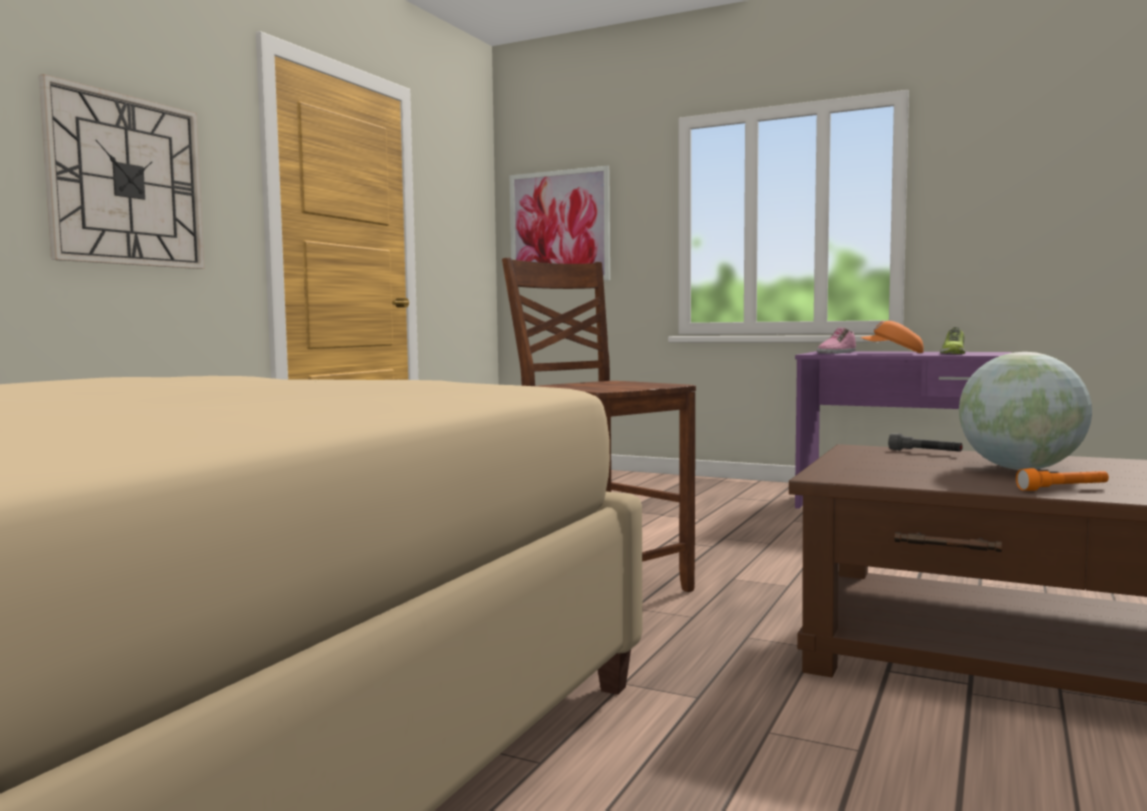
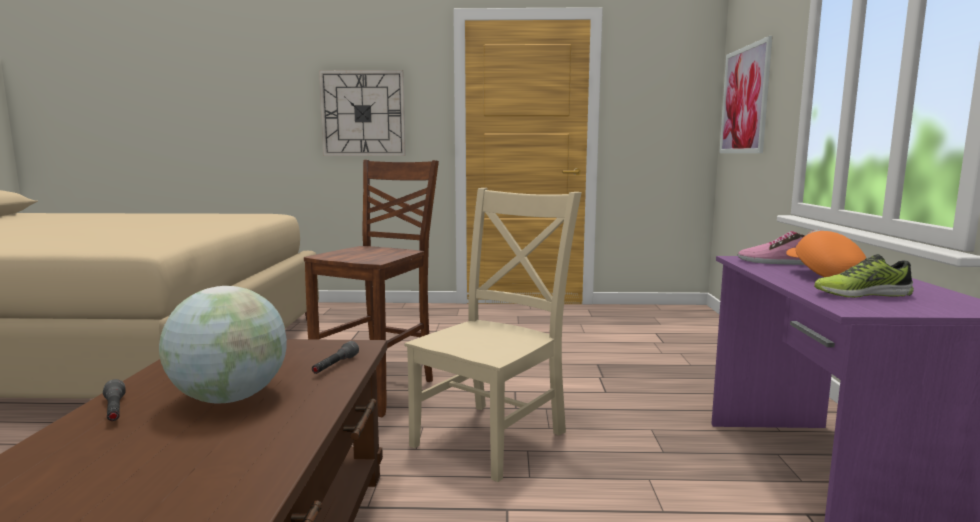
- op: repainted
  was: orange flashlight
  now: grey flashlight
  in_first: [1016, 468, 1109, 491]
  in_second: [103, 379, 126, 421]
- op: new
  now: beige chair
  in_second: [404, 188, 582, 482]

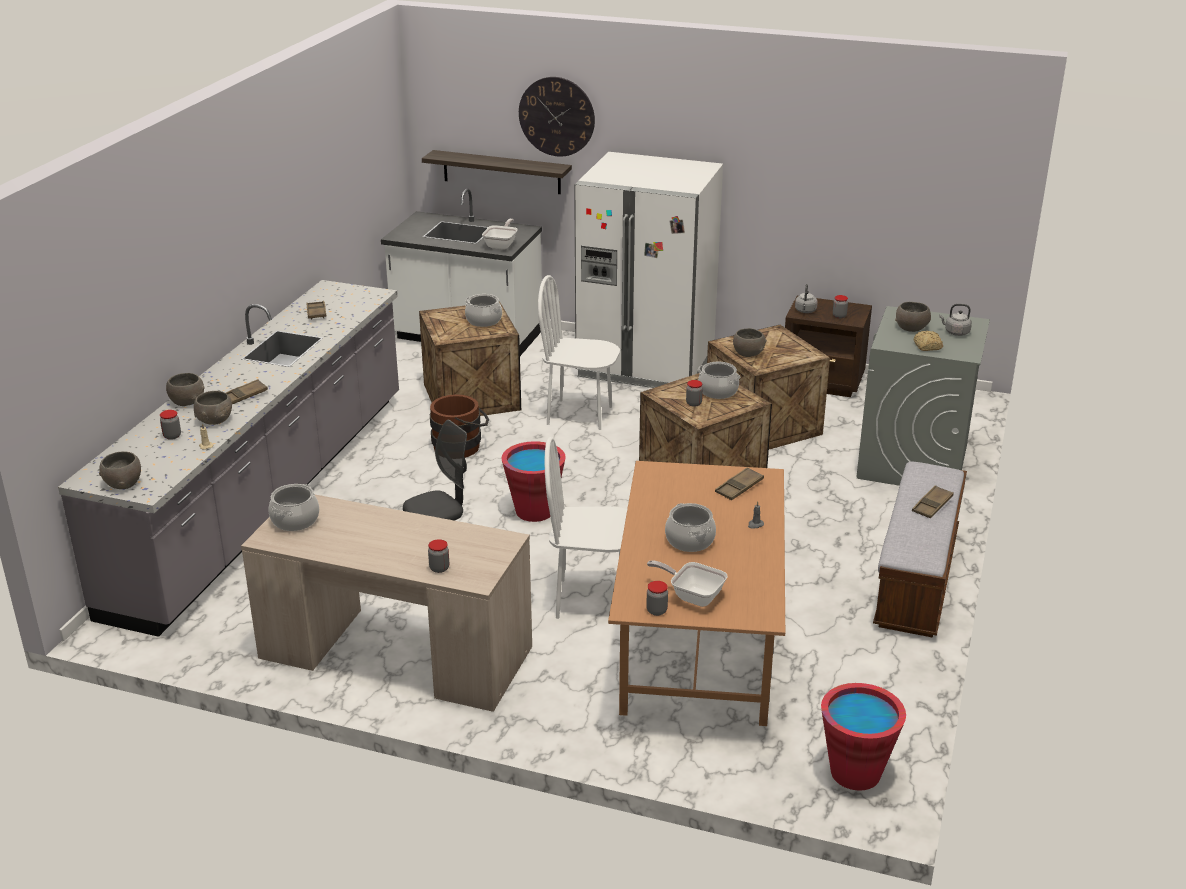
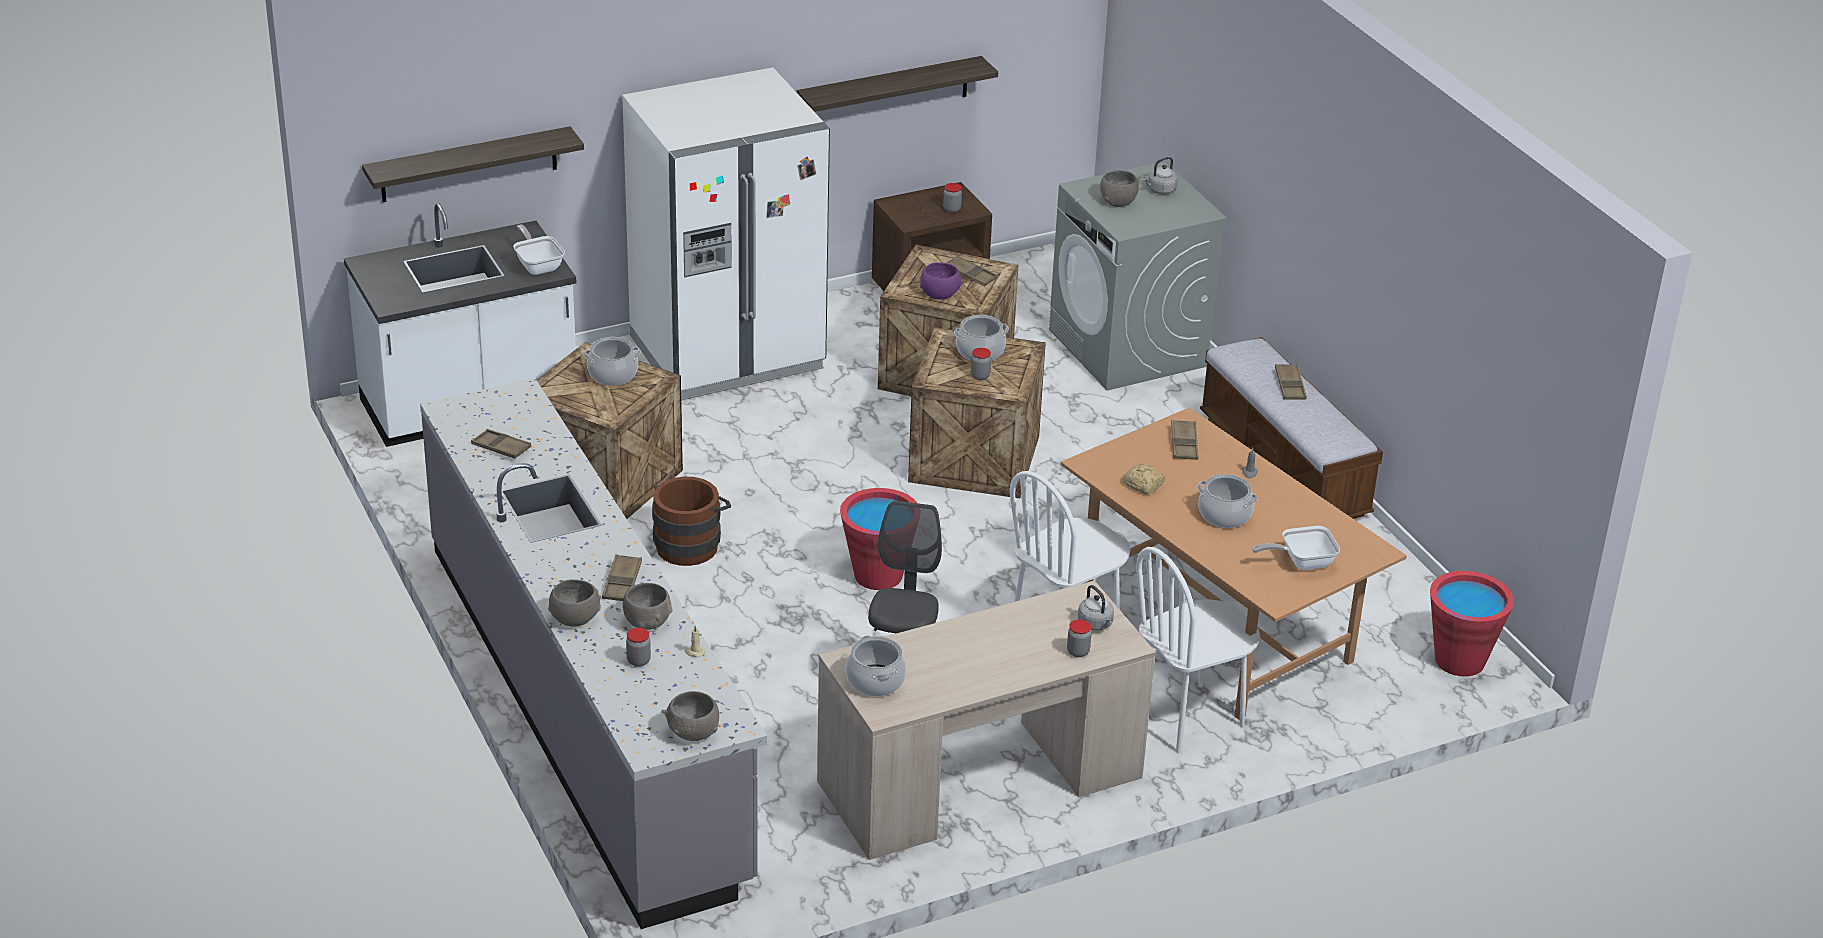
- op: gone
  was: wall clock
  in_first: [519, 77, 595, 157]
- op: shifted
  was: white chair
  in_first: [538, 275, 620, 430]
  in_second: [1136, 547, 1261, 754]
- op: shifted
  was: grey kettle
  in_first: [795, 284, 818, 313]
  in_second: [1078, 585, 1114, 631]
- op: repainted
  was: grey bowl
  now: purple bowl
  in_first: [733, 328, 767, 357]
  in_second: [920, 263, 962, 299]
- op: shifted
  was: bread
  in_first: [913, 331, 943, 351]
  in_second: [1124, 464, 1165, 494]
- op: gone
  was: jar
  in_first: [646, 581, 668, 616]
- op: new
  now: shelf
  in_second: [797, 56, 998, 112]
- op: new
  now: brown tray
  in_second: [946, 255, 997, 287]

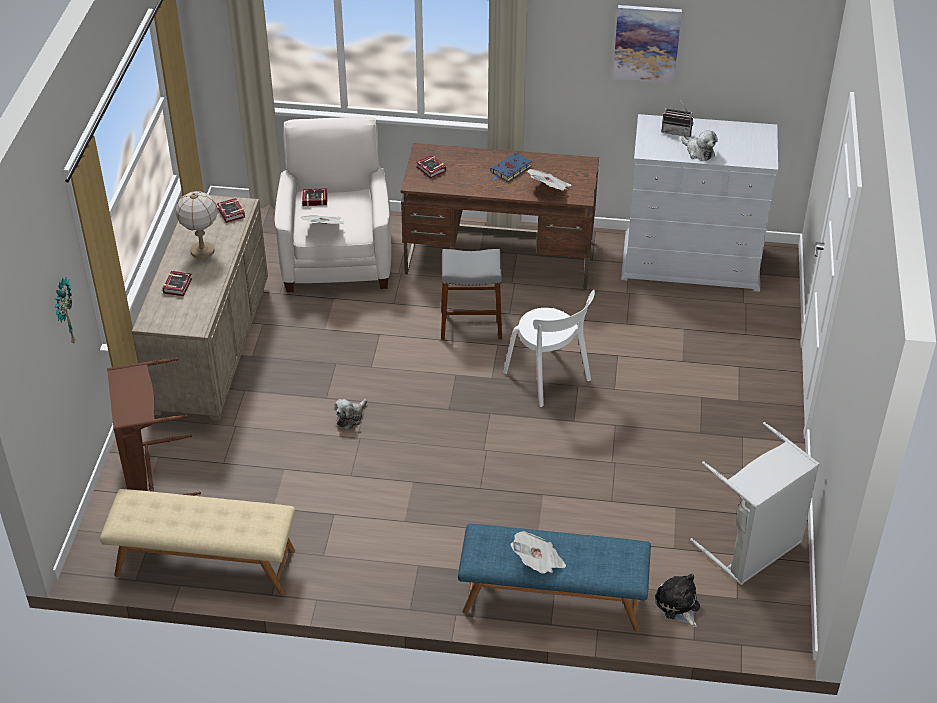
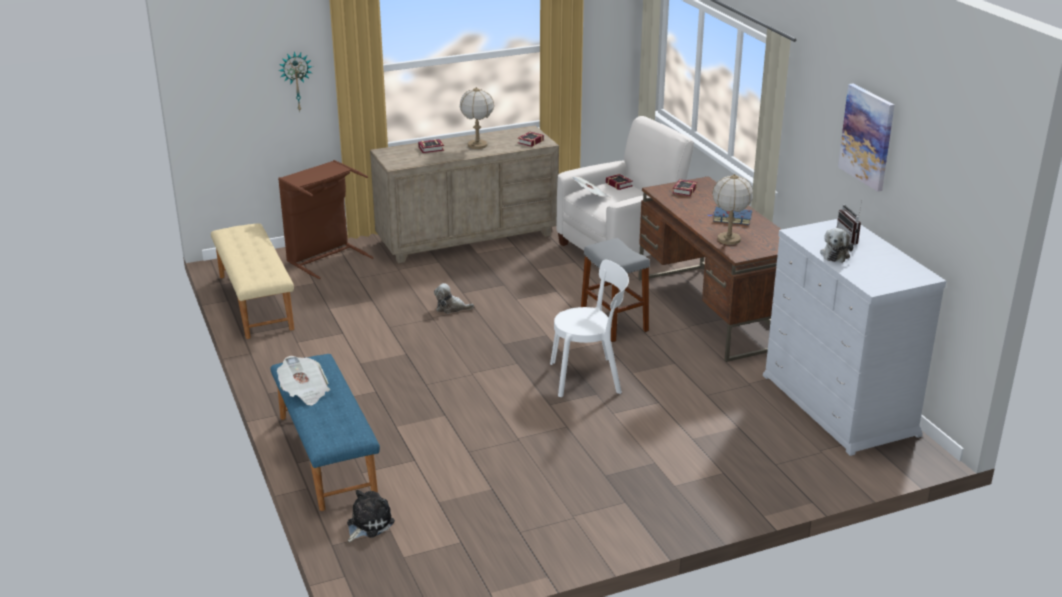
- op: swapped
  was: newspaper
  now: table lamp
  in_first: [527, 169, 571, 191]
  in_second: [712, 174, 753, 245]
- op: rotated
  was: white chair
  in_first: [503, 289, 595, 407]
  in_second: [550, 260, 629, 397]
  clockwise: -120
- op: gone
  was: grey laundry basket
  in_first: [690, 422, 820, 585]

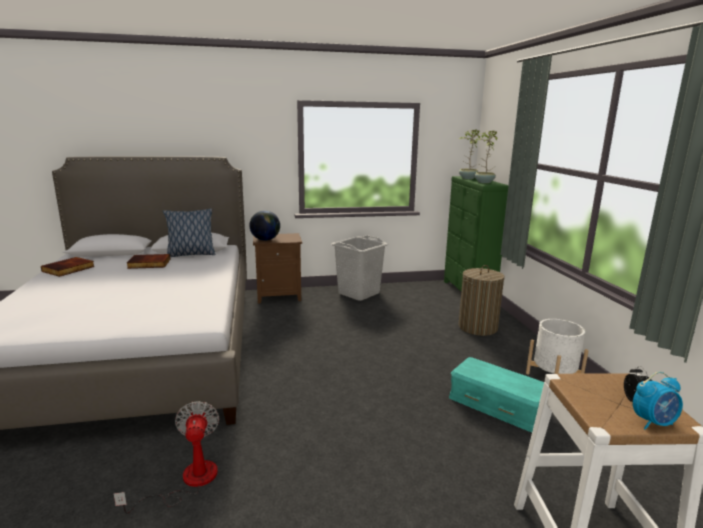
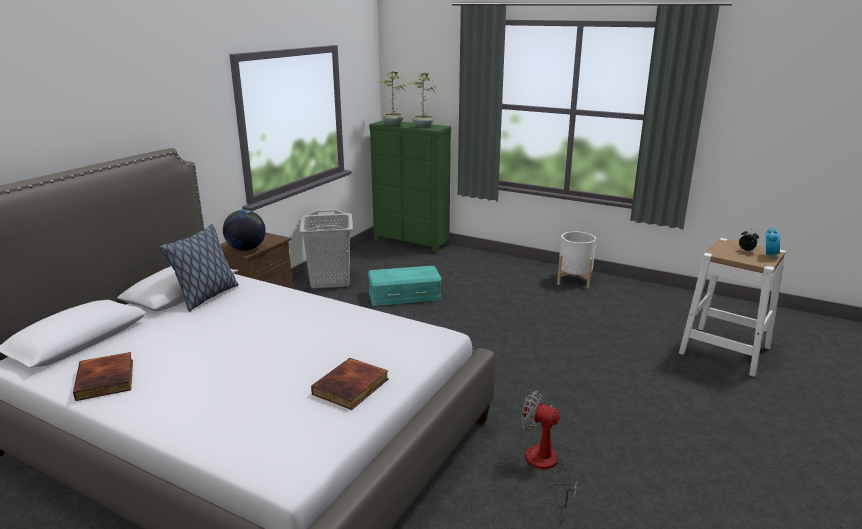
- op: shifted
  was: book
  in_first: [127, 254, 170, 269]
  in_second: [311, 358, 389, 410]
- op: gone
  was: laundry basket
  in_first: [458, 265, 505, 336]
- op: shifted
  was: turquoise storage box
  in_first: [449, 357, 544, 432]
  in_second: [368, 266, 442, 306]

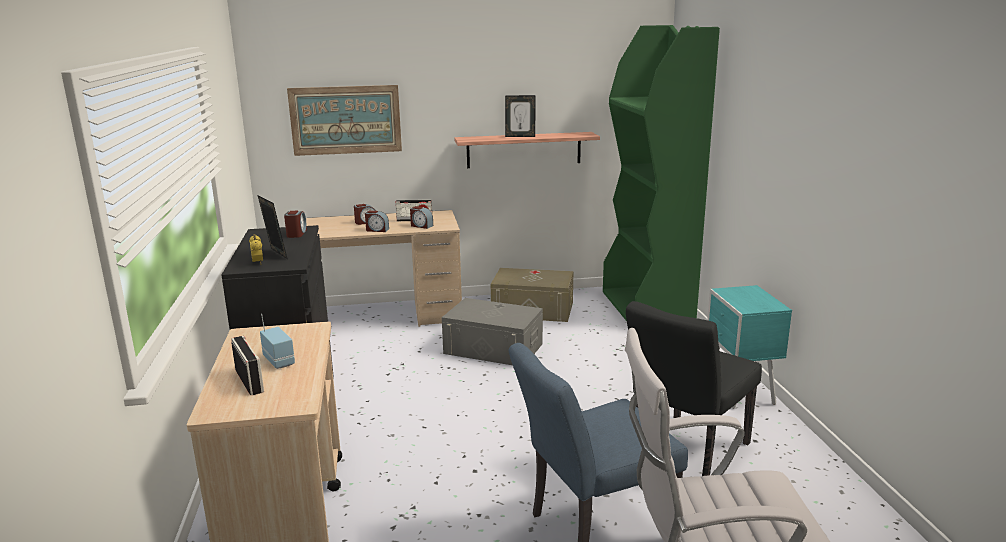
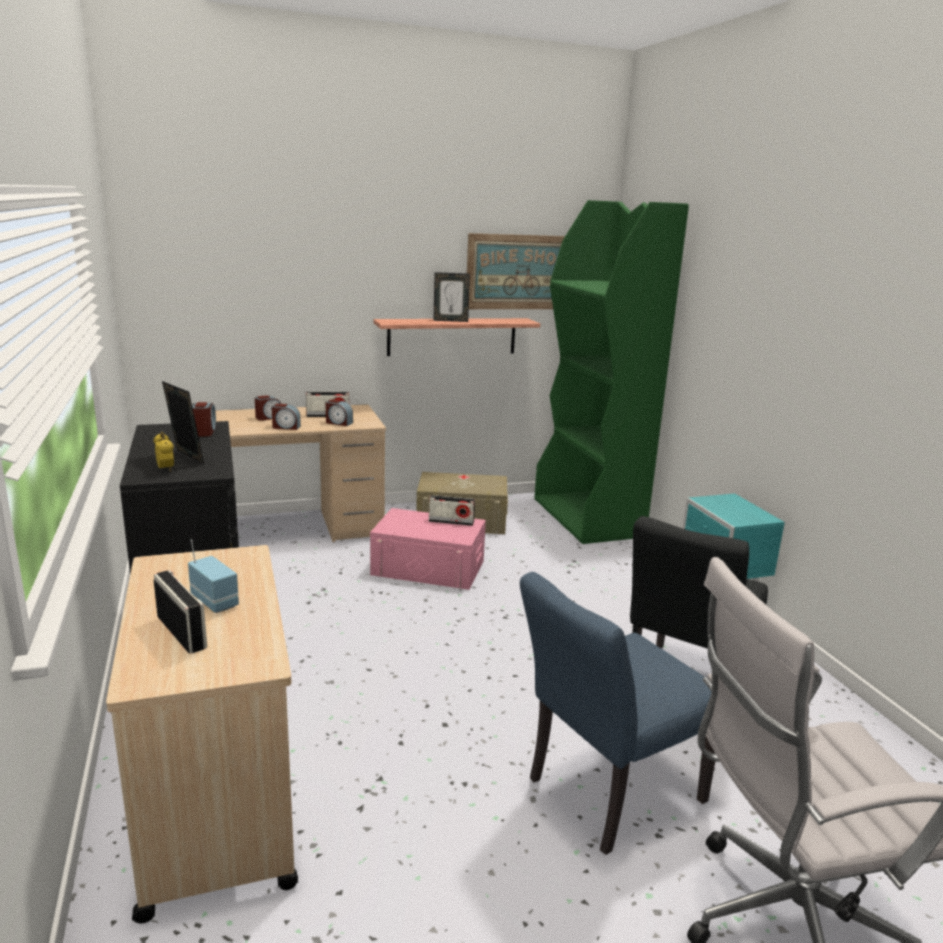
- op: shifted
  was: picture
  in_first: [287, 85, 402, 156]
  in_second: [467, 233, 565, 309]
- op: repainted
  was: grey storage box
  now: pink storage box
  in_first: [442, 298, 543, 365]
  in_second: [370, 508, 486, 590]
- op: new
  now: radio
  in_second: [429, 495, 475, 526]

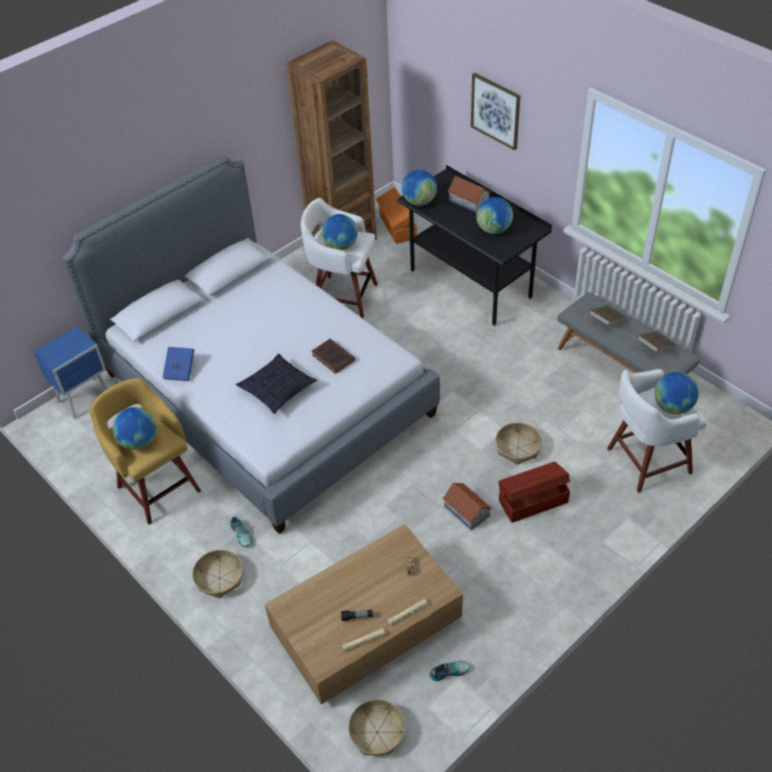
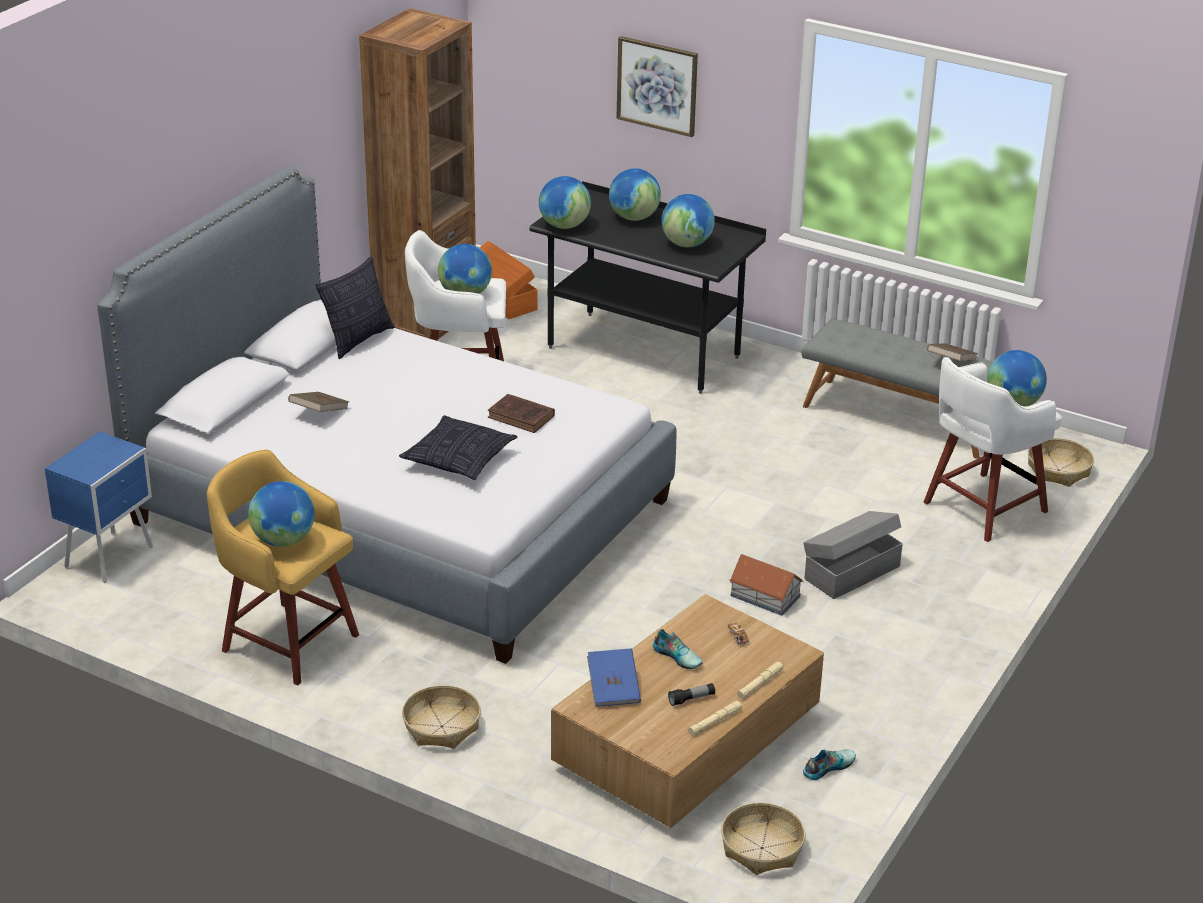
- op: swapped
  was: toy house
  now: globe
  in_first: [448, 176, 491, 213]
  in_second: [609, 168, 661, 221]
- op: shifted
  was: brown book
  in_first: [589, 305, 626, 326]
  in_second: [288, 392, 349, 412]
- op: shifted
  was: blue book
  in_first: [162, 347, 194, 381]
  in_second: [587, 648, 641, 707]
- op: shifted
  was: basket
  in_first: [496, 423, 542, 465]
  in_second: [1028, 438, 1094, 487]
- op: repainted
  was: brown storage box
  now: grey storage box
  in_first: [498, 462, 570, 523]
  in_second: [803, 511, 903, 599]
- op: shifted
  was: shoe
  in_first: [230, 517, 253, 547]
  in_second: [653, 629, 703, 669]
- op: new
  now: pillow
  in_second: [316, 256, 395, 359]

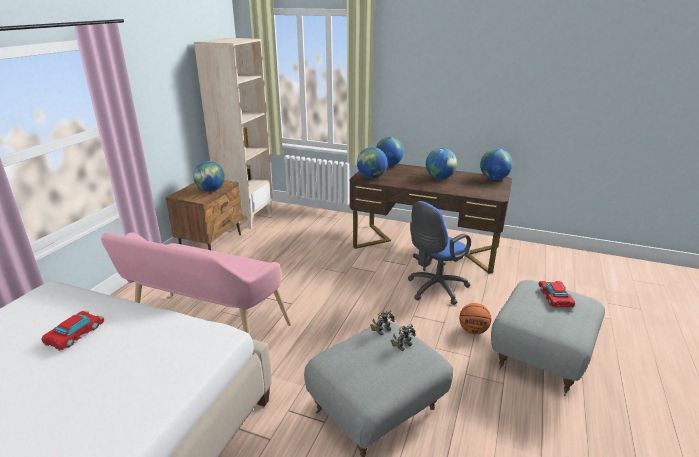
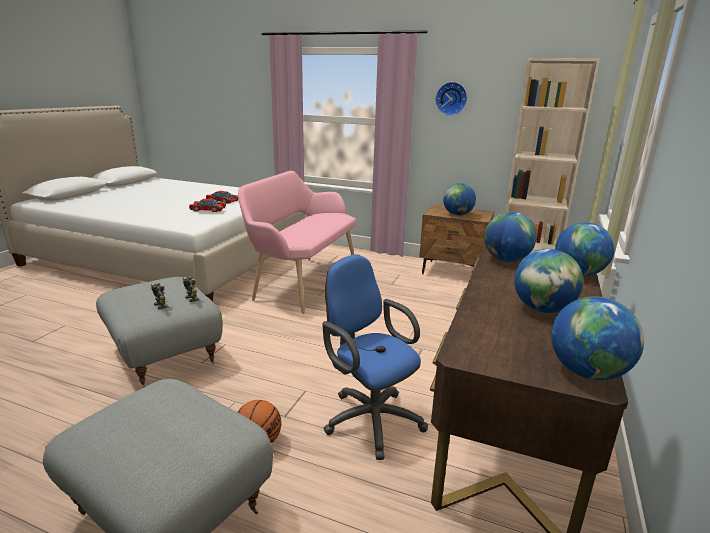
- op: shifted
  was: toy car
  in_first: [539, 280, 575, 309]
  in_second: [189, 199, 226, 212]
- op: new
  now: wall clock
  in_second: [435, 82, 467, 116]

